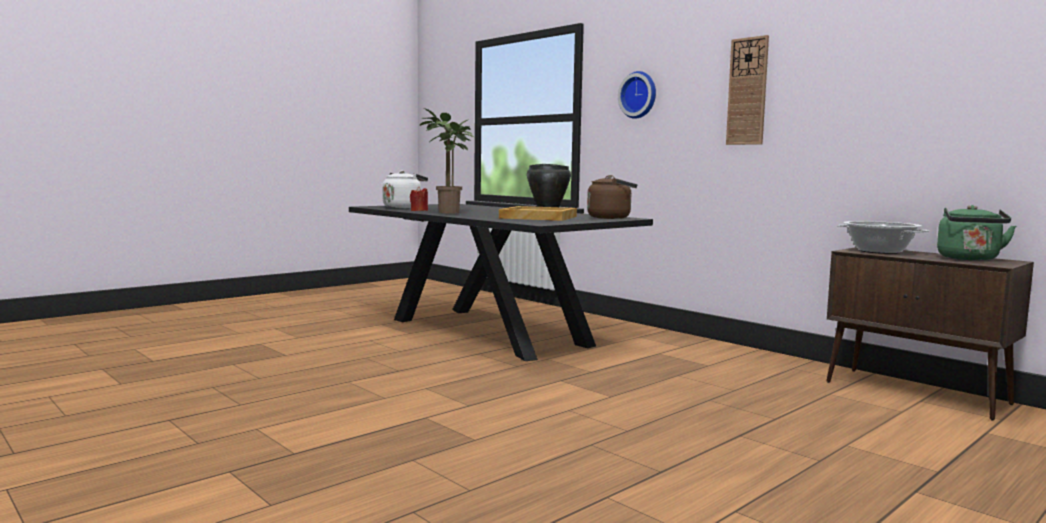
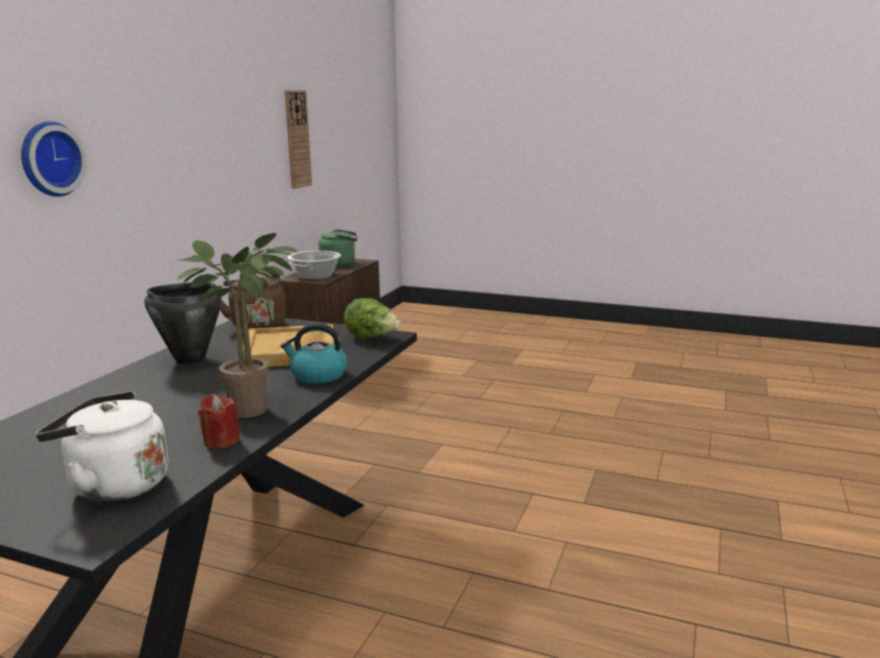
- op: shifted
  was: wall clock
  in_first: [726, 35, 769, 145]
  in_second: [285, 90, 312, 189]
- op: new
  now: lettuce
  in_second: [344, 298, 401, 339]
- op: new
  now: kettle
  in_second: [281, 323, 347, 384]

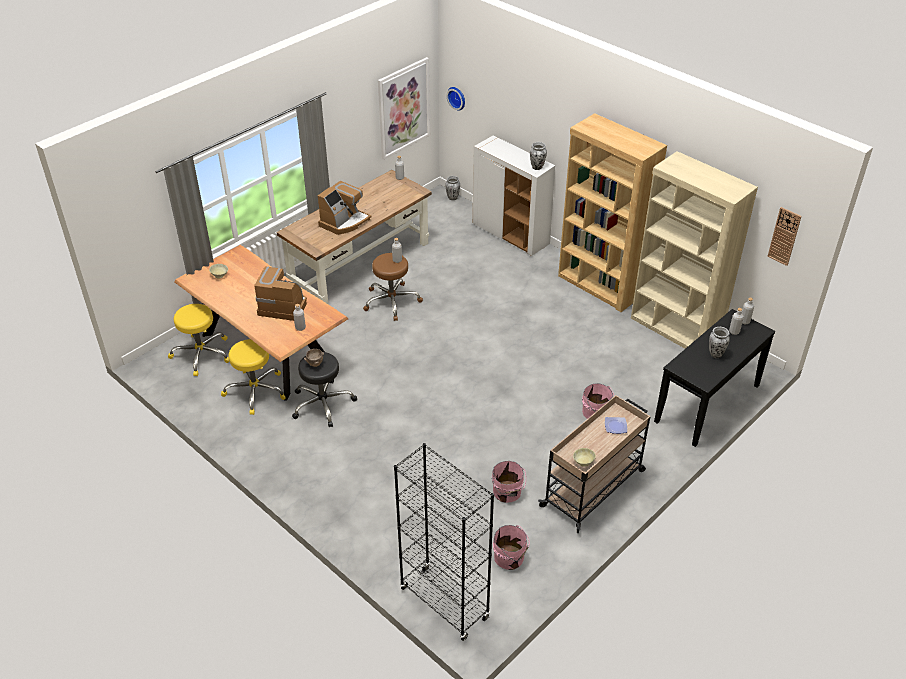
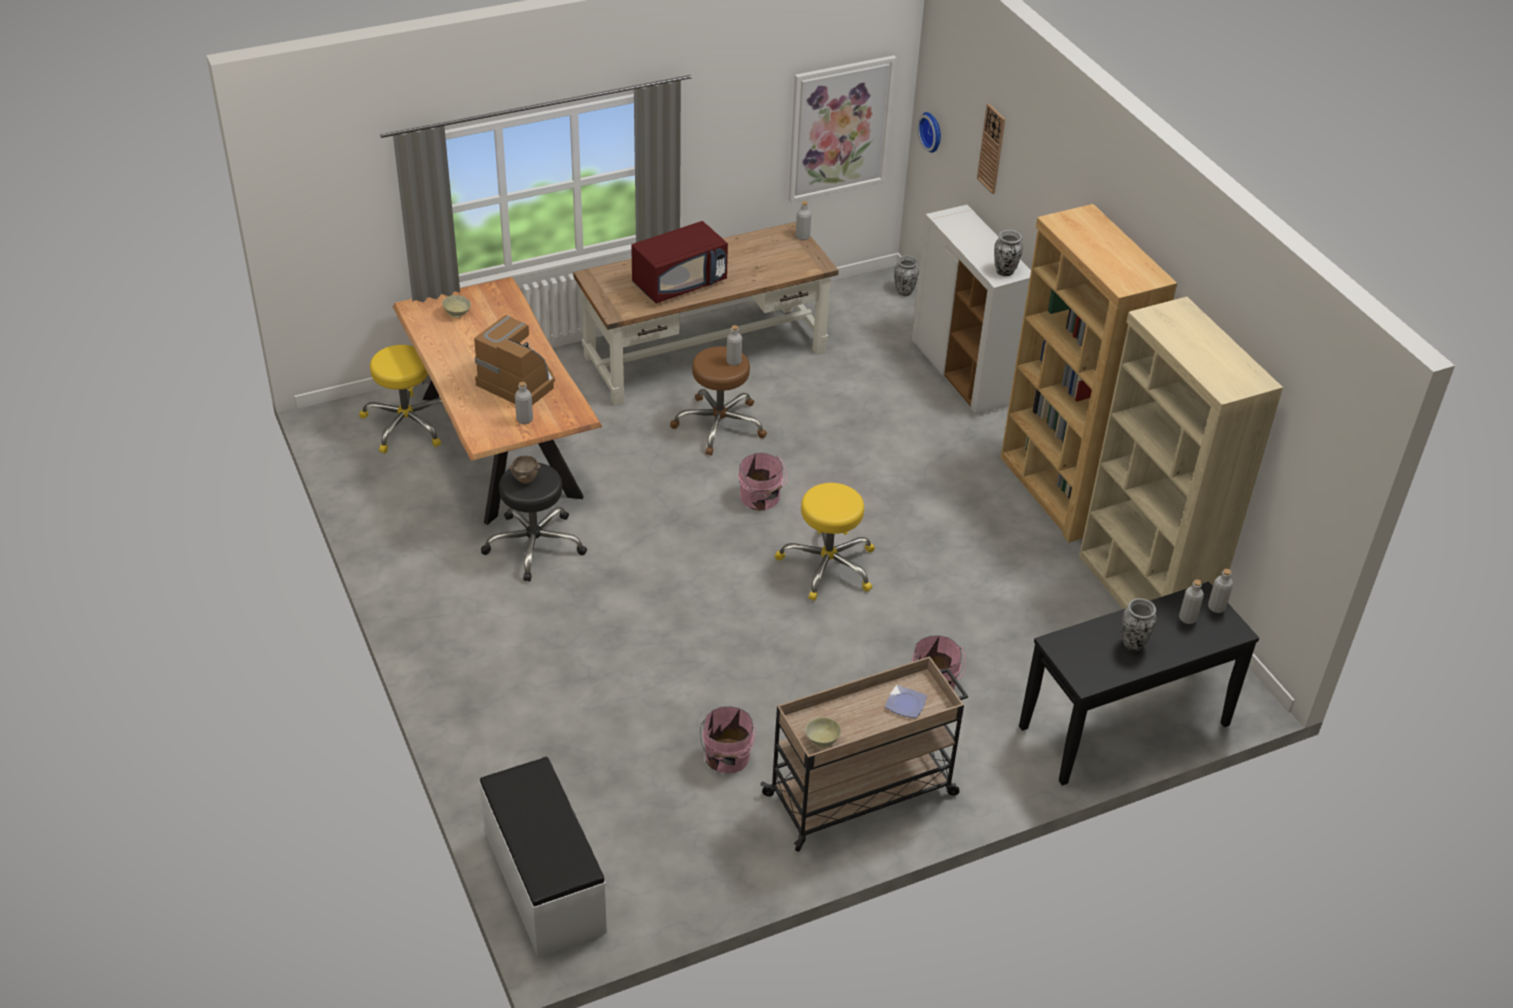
- op: swapped
  was: coffee machine
  now: red microwave
  in_first: [318, 181, 371, 235]
  in_second: [631, 221, 728, 304]
- op: shifted
  was: wall clock
  in_first: [767, 207, 802, 266]
  in_second: [977, 104, 1005, 194]
- op: shifted
  was: yellow stool
  in_first: [221, 339, 286, 415]
  in_second: [775, 483, 875, 601]
- op: swapped
  was: black bookcase
  now: white bench
  in_first: [394, 443, 494, 641]
  in_second: [480, 757, 607, 957]
- op: shifted
  was: pink bucket
  in_first: [493, 525, 530, 570]
  in_second: [738, 453, 787, 511]

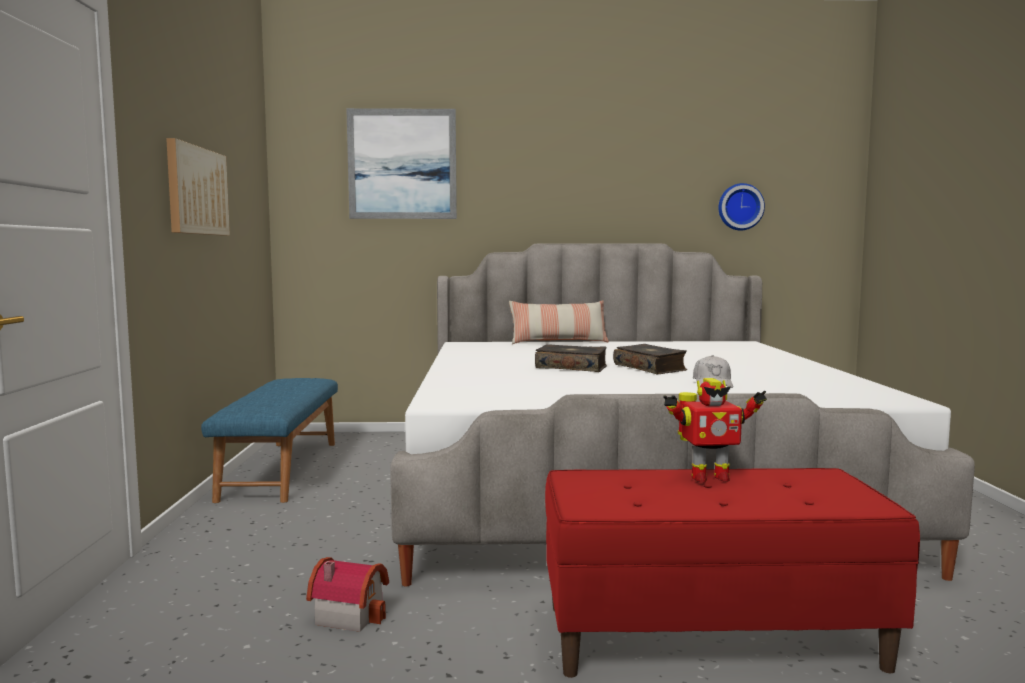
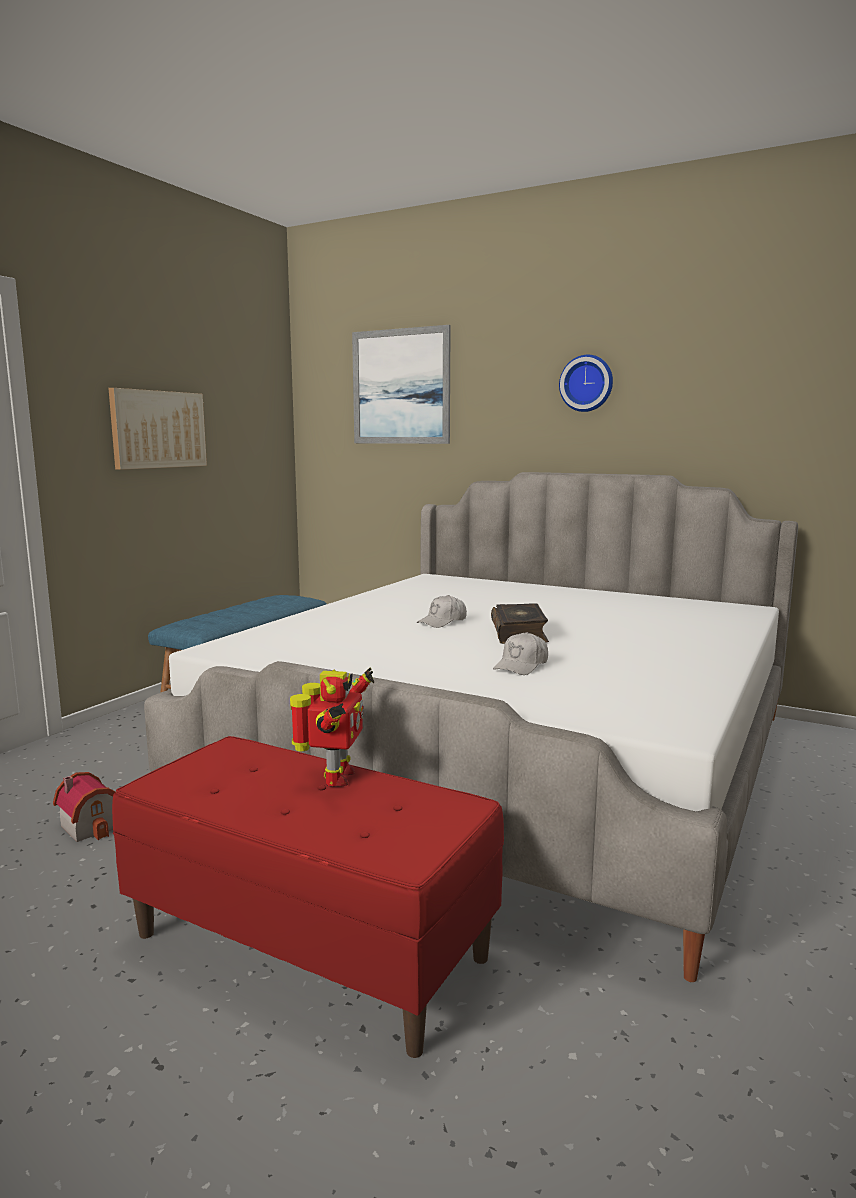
- op: shifted
  was: wall clock
  in_first: [718, 183, 765, 231]
  in_second: [559, 355, 613, 412]
- op: gone
  was: pillow
  in_first: [509, 300, 609, 344]
- op: swapped
  was: book
  now: white cap
  in_first: [535, 344, 607, 372]
  in_second: [417, 595, 467, 628]
- op: rotated
  was: toy robot
  in_first: [663, 378, 767, 482]
  in_second: [290, 668, 374, 787]
  clockwise: -105

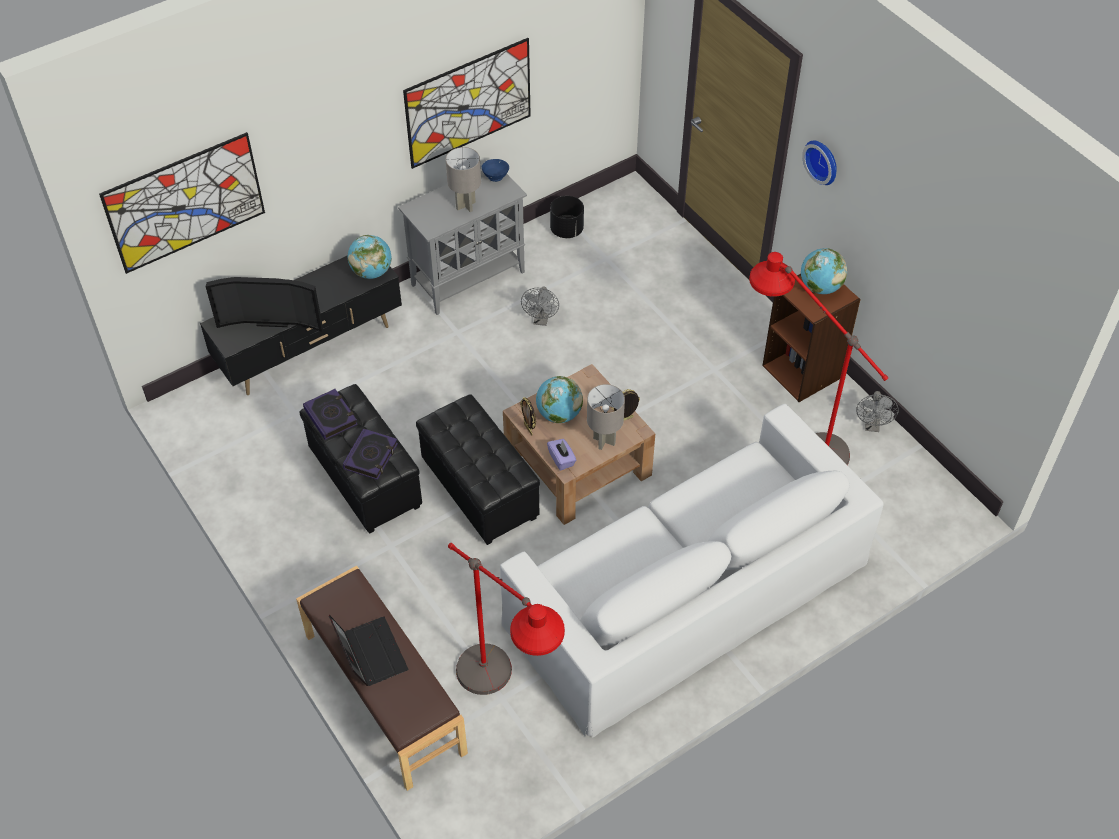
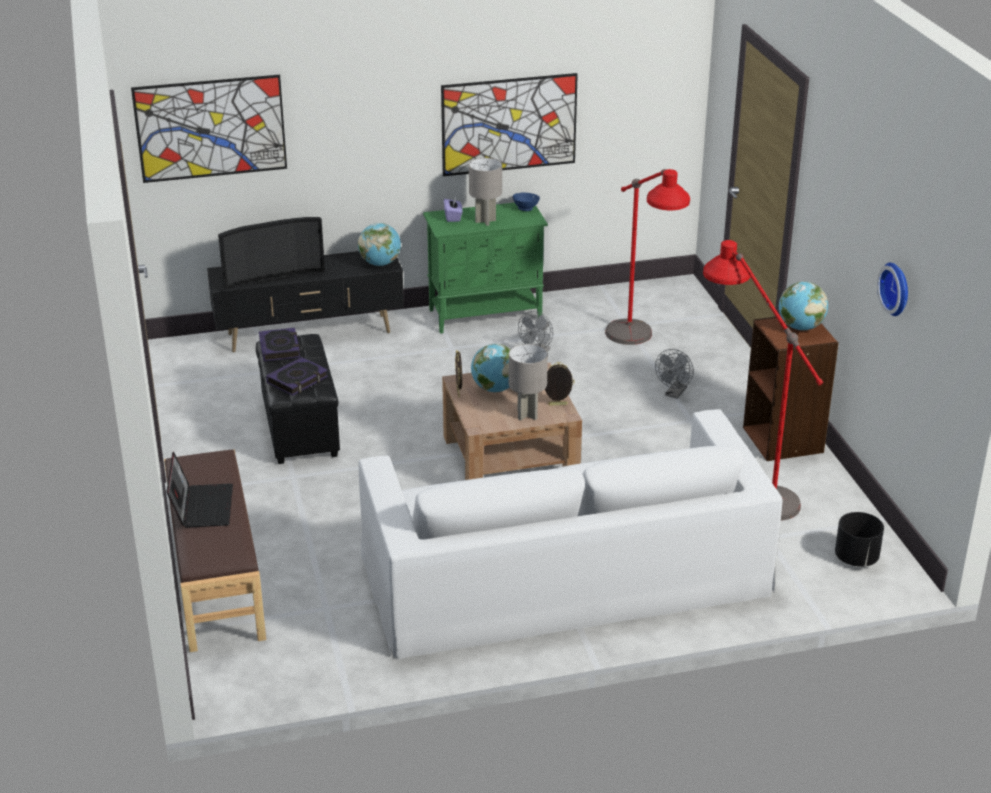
- op: shifted
  was: wall clock
  in_first: [802, 140, 837, 185]
  in_second: [877, 263, 908, 316]
- op: repainted
  was: grey cabinet
  now: green cabinet
  in_first: [398, 169, 527, 315]
  in_second: [423, 203, 548, 334]
- op: shifted
  was: black planter
  in_first: [550, 196, 584, 238]
  in_second: [835, 512, 884, 567]
- op: rotated
  was: television
  in_first: [206, 277, 323, 332]
  in_second: [218, 217, 325, 290]
  clockwise: -45
- op: shifted
  was: grey fan
  in_first: [856, 391, 899, 432]
  in_second: [655, 349, 694, 399]
- op: gone
  was: black ottoman
  in_first: [416, 394, 540, 545]
- op: shifted
  was: purple tissue box
  in_first: [547, 439, 577, 471]
  in_second: [444, 196, 463, 222]
- op: shifted
  was: red floor lamp
  in_first: [448, 543, 565, 695]
  in_second: [605, 169, 690, 345]

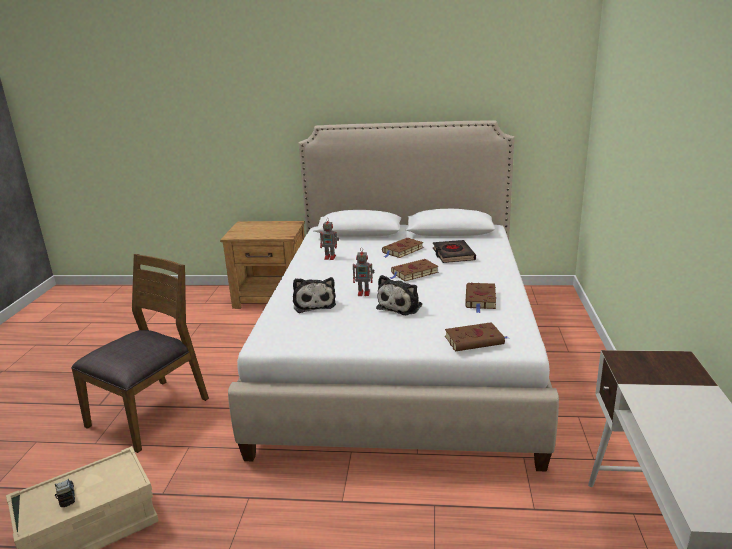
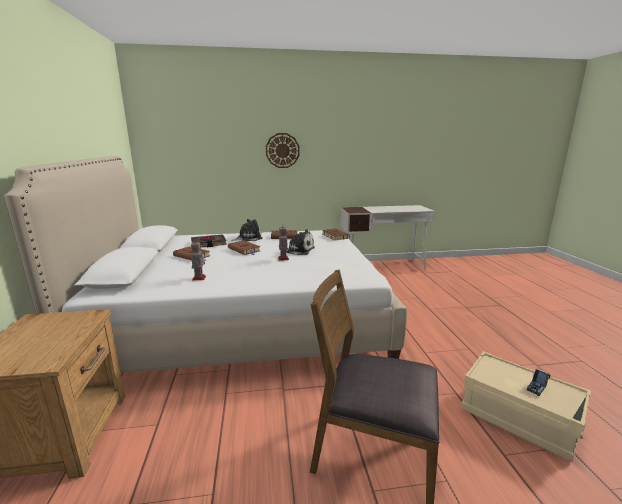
- op: shifted
  was: plush toy
  in_first: [293, 277, 336, 313]
  in_second: [231, 219, 263, 241]
- op: new
  now: wall clock
  in_second: [266, 133, 300, 168]

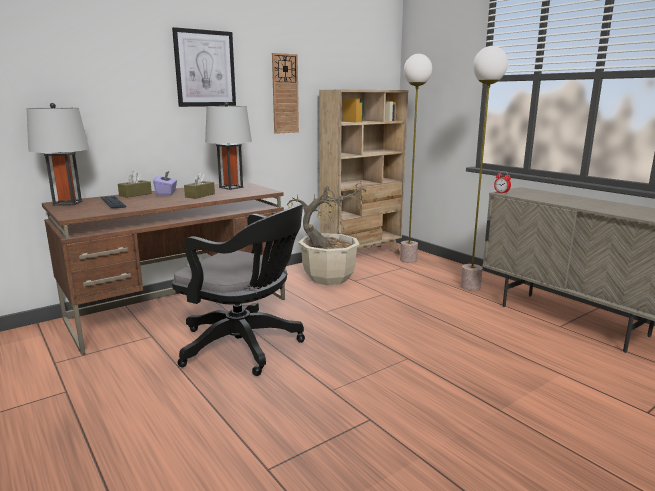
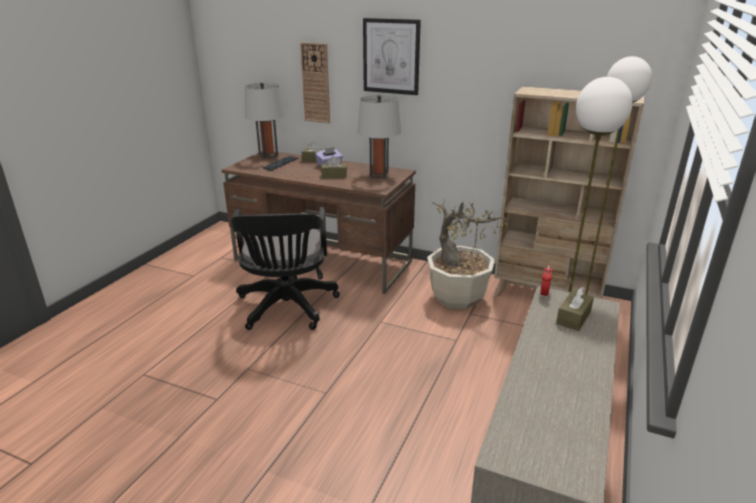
- op: shifted
  was: wall clock
  in_first: [272, 53, 299, 134]
  in_second: [300, 42, 330, 123]
- op: new
  now: brown tissue box
  in_second: [556, 287, 594, 331]

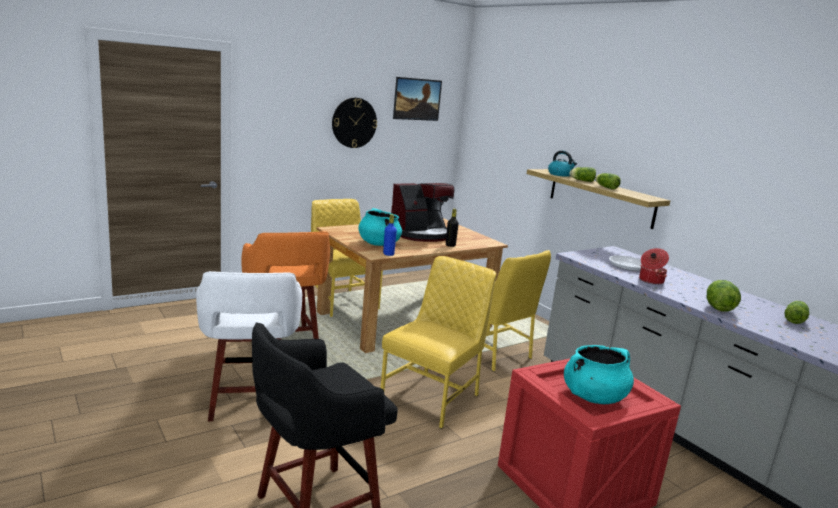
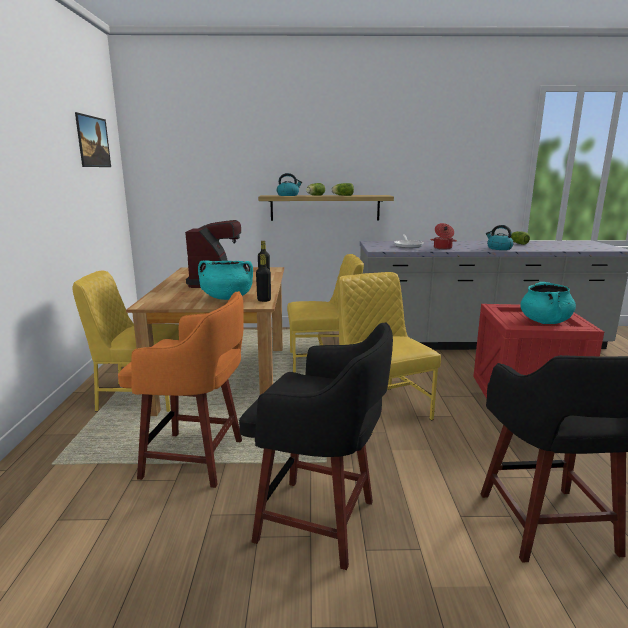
- op: gone
  was: wall clock
  in_first: [332, 98, 377, 148]
- op: repainted
  was: blue bottle
  now: black bottle
  in_first: [383, 214, 397, 256]
  in_second: [256, 254, 271, 302]
- op: repainted
  was: white stool
  now: black stool
  in_first: [196, 271, 302, 422]
  in_second: [239, 322, 393, 570]
- op: swapped
  was: lettuce
  now: kettle
  in_first: [707, 280, 741, 312]
  in_second: [486, 225, 514, 250]

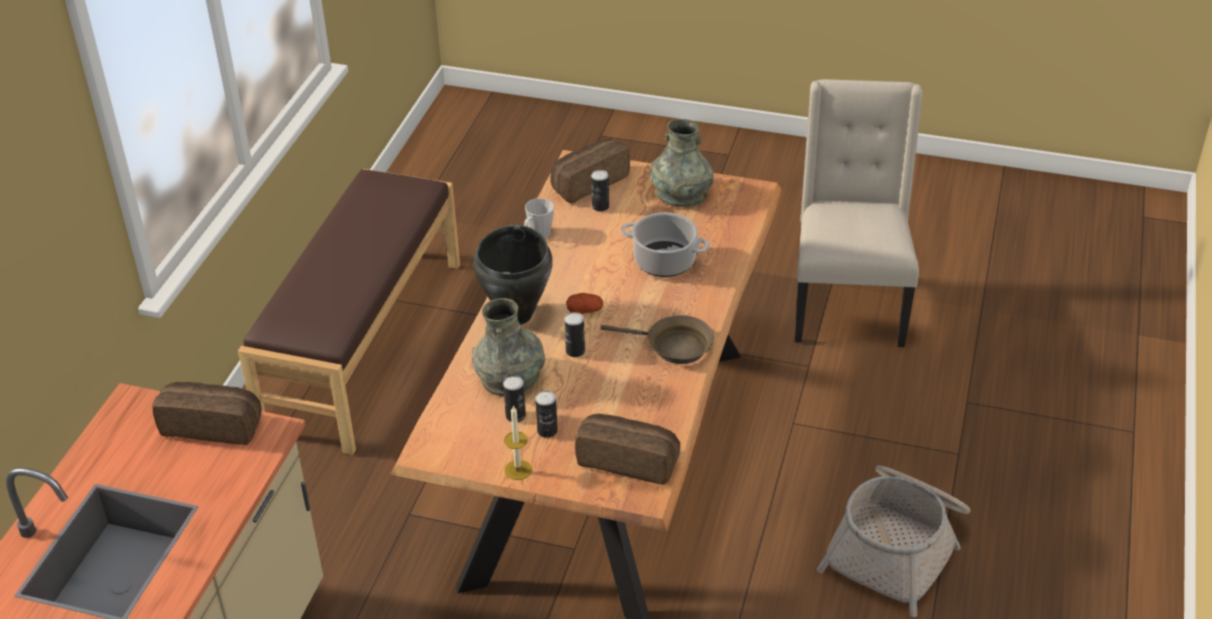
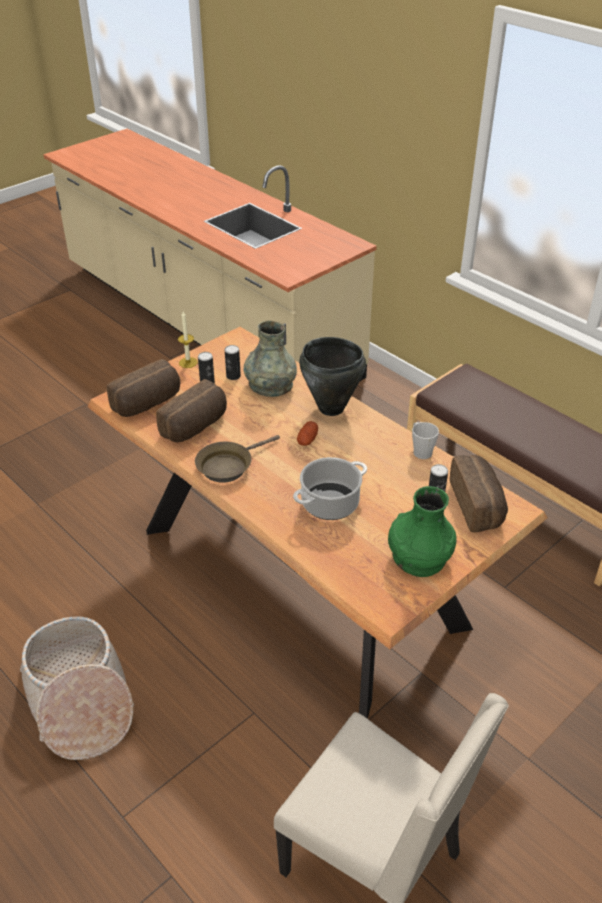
- op: repainted
  was: grey vase
  now: green vase
  in_first: [649, 119, 714, 207]
  in_second: [388, 486, 456, 577]
- op: gone
  was: can
  in_first: [564, 312, 585, 357]
- op: shifted
  was: bread
  in_first: [152, 382, 262, 445]
  in_second: [156, 379, 227, 442]

